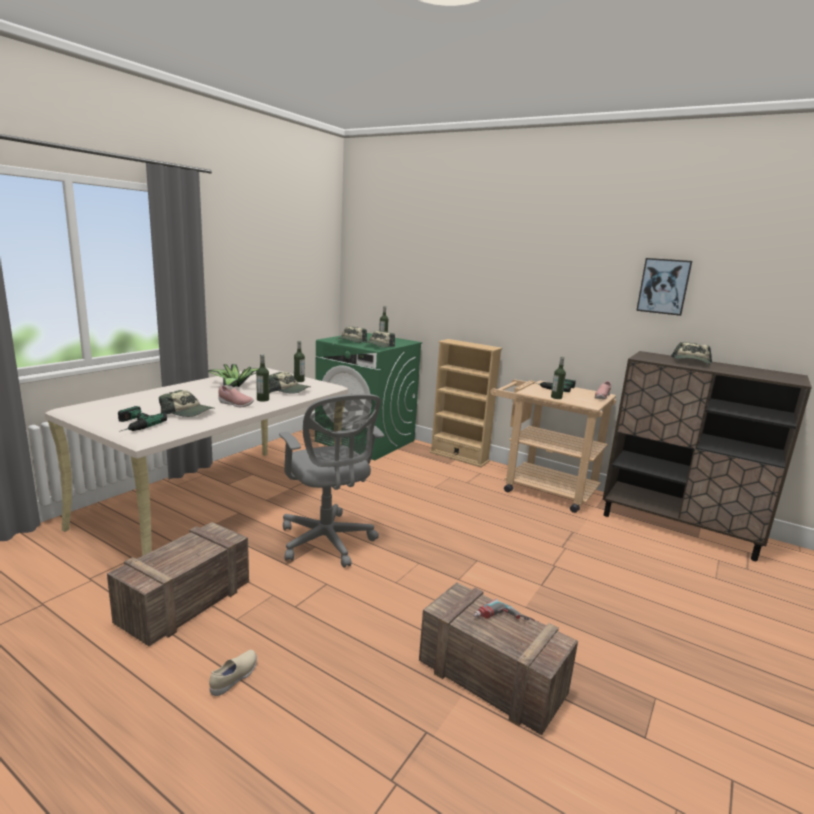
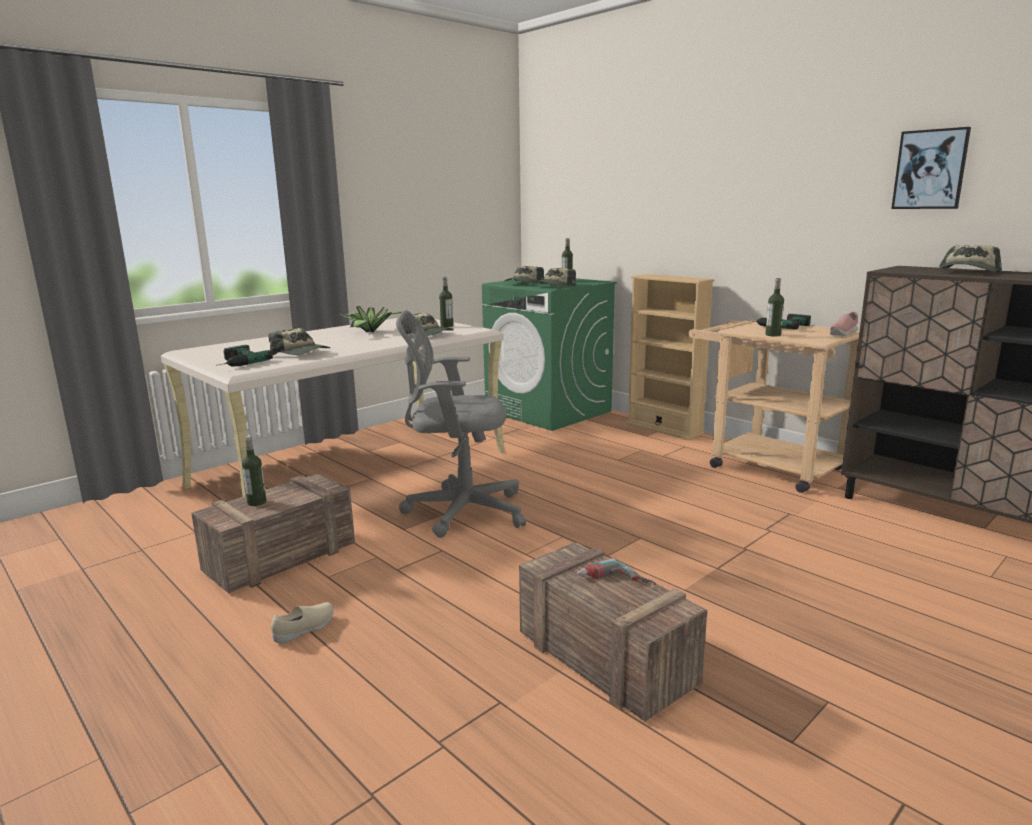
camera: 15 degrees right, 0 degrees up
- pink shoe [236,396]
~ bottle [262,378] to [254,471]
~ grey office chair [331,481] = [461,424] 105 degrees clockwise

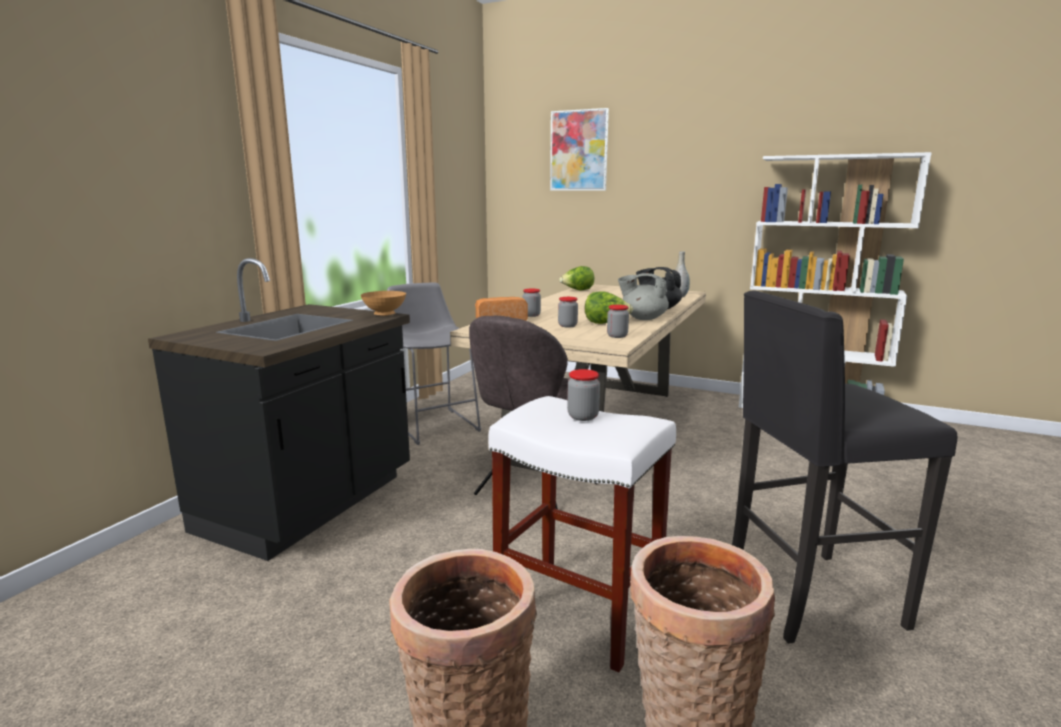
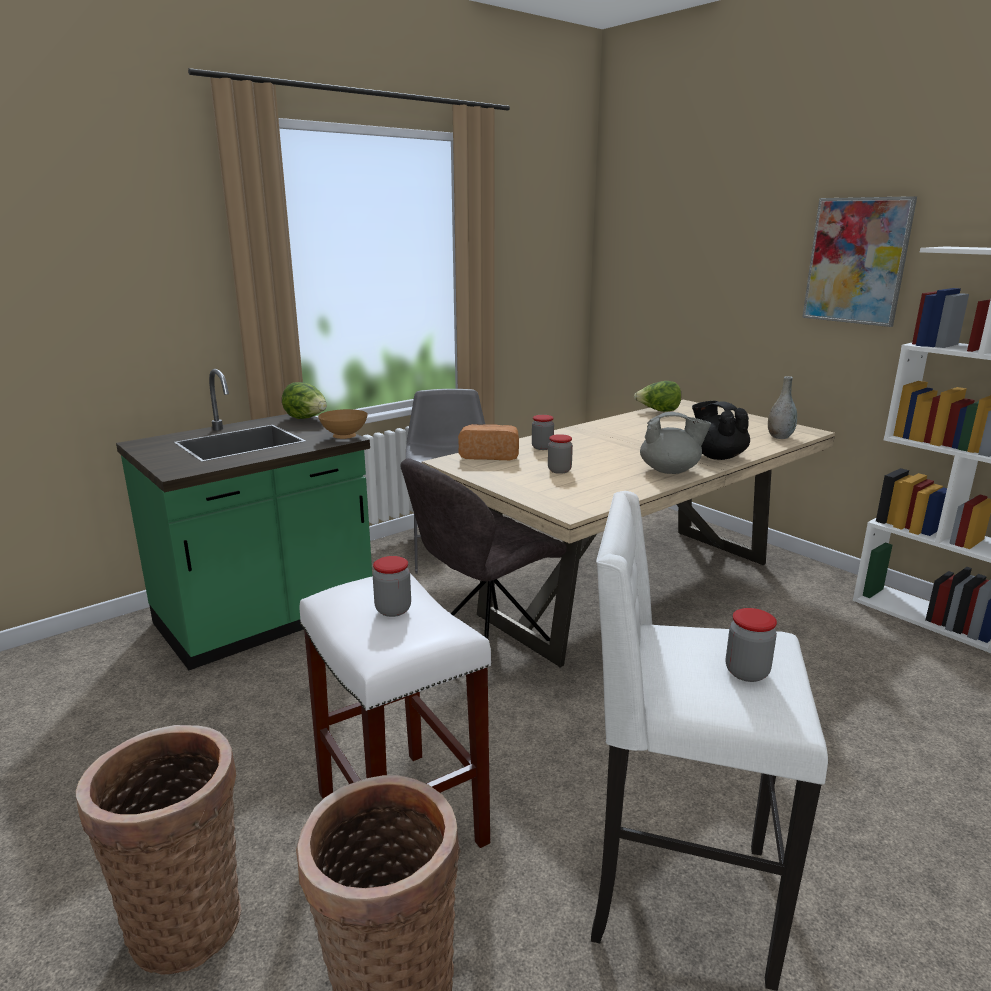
camera: 25 degrees right, 5 degrees up
~ black counter [279,409] to green counter [244,519]
~ picture [579,149] to [859,261]
~ lettuce [609,307] to [304,400]
~ jar [618,321] to [751,645]
~ grey teapot [643,296] = [675,443] 150 degrees clockwise
~ black stool [845,467] to white stool [709,741]

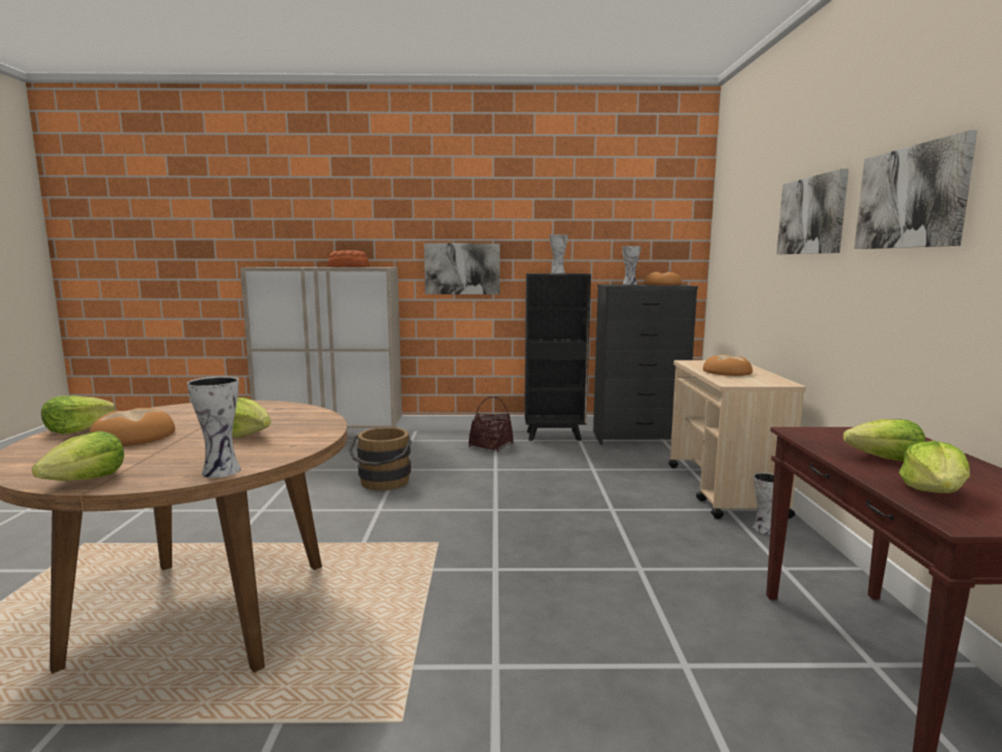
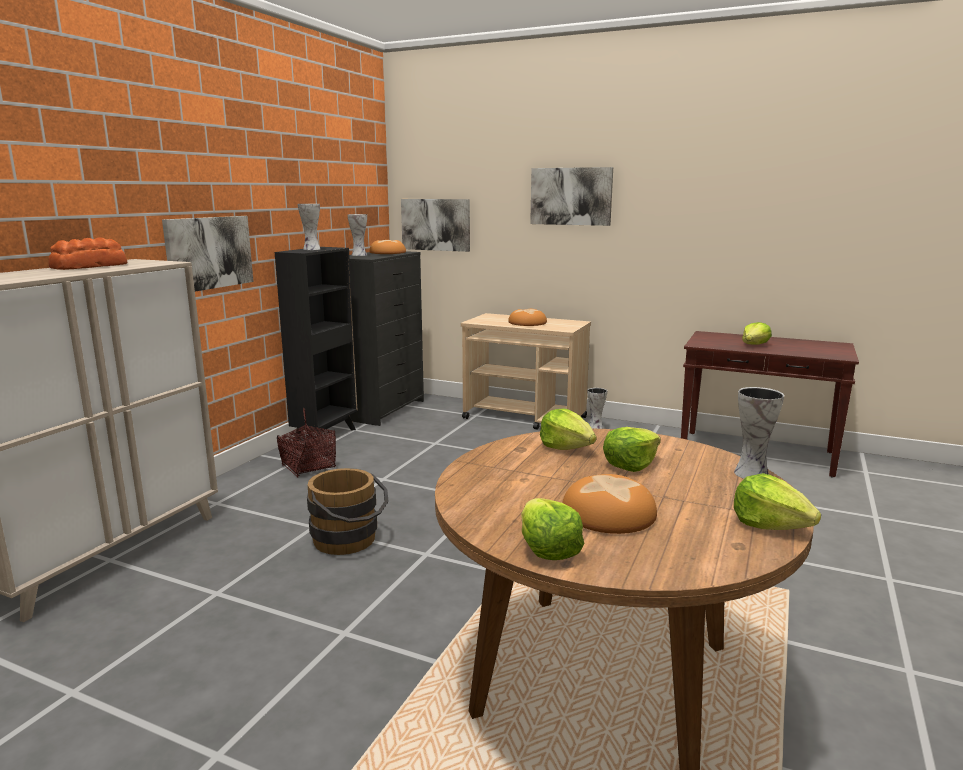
camera: 65 degrees left, 5 degrees up
~ picture [915,189] to [435,225]
~ lettuce [934,467] to [568,429]

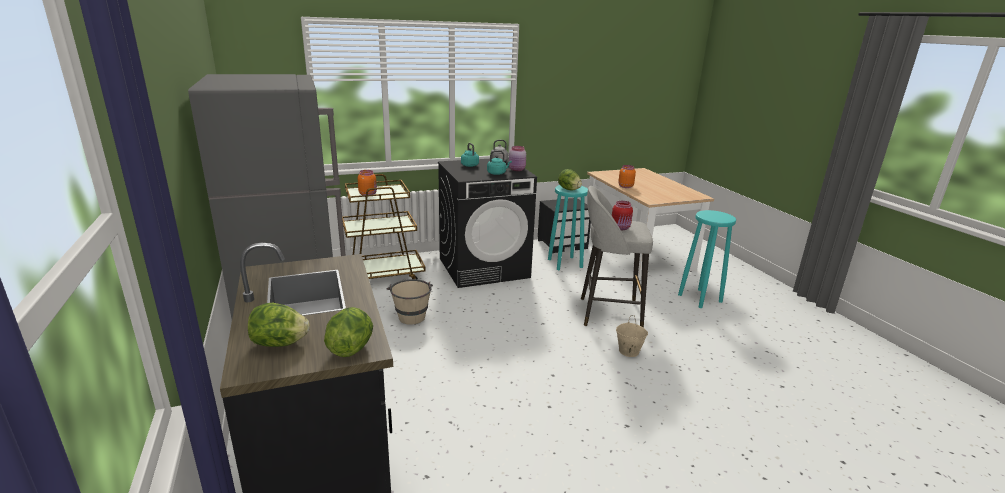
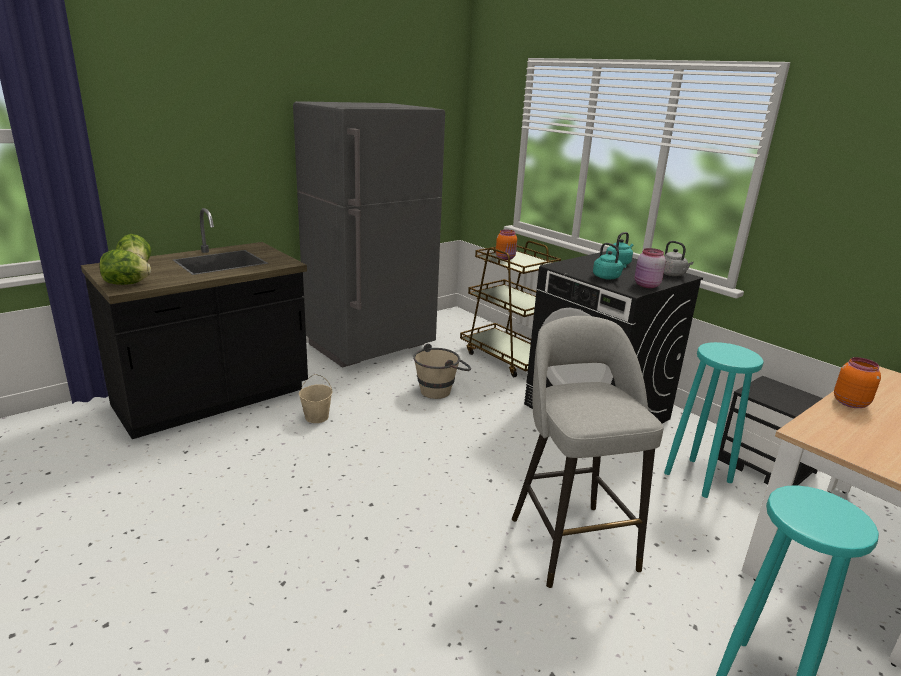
camera: 70 degrees right, 0 degrees up
- lettuce [570,179]
- red jar [622,215]
~ beige bucket [632,336] to [316,398]

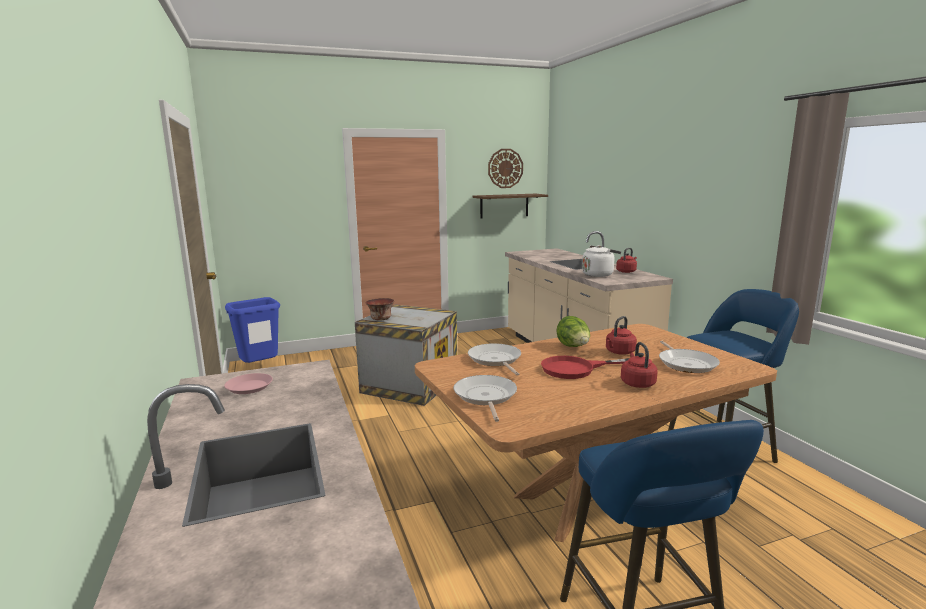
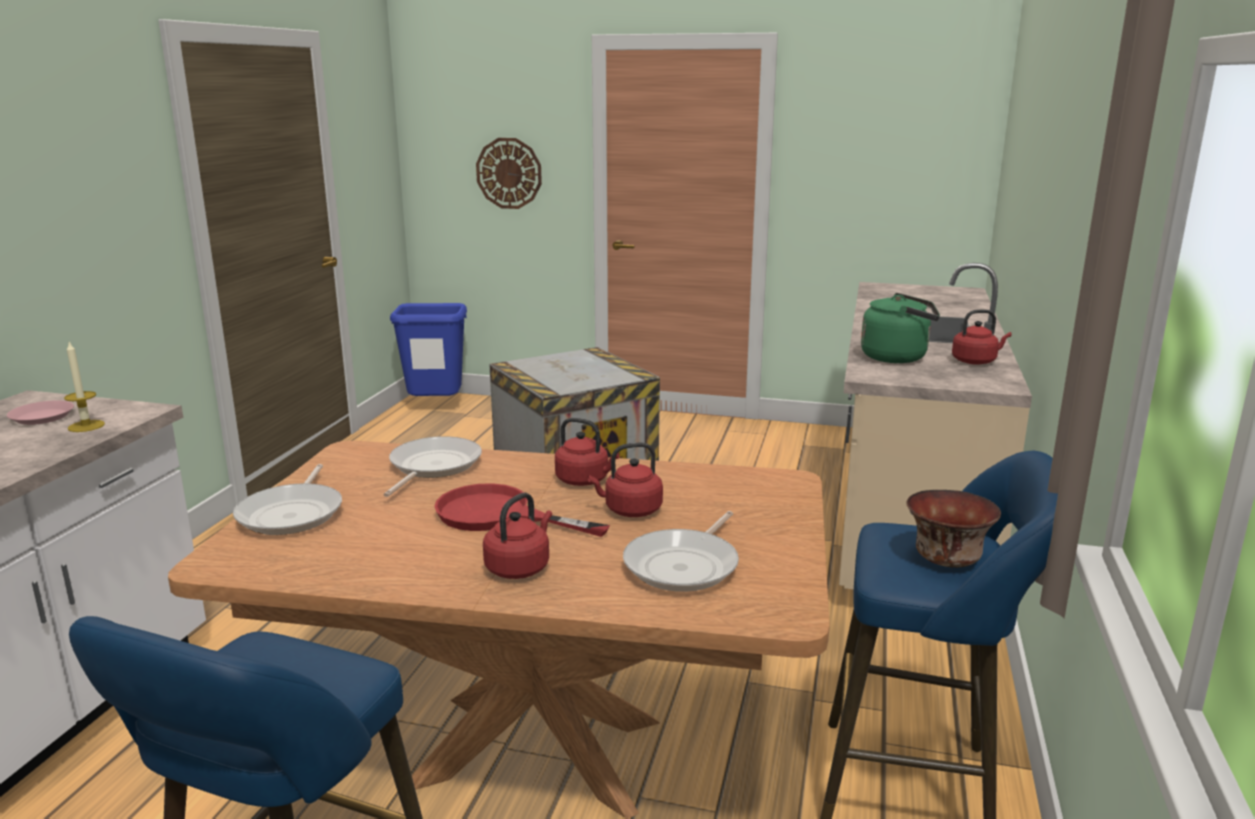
camera: 35 degrees right, 5 degrees up
~ bowl [379,309] to [953,529]
~ frying pan [485,398] = [287,499] 150 degrees clockwise
- shelf [510,206]
~ wall clock [505,168] to [509,173]
~ lettuce [573,331] to red kettle [587,452]
~ white kettle [601,261] to green kettle [900,328]
+ candle [84,387]

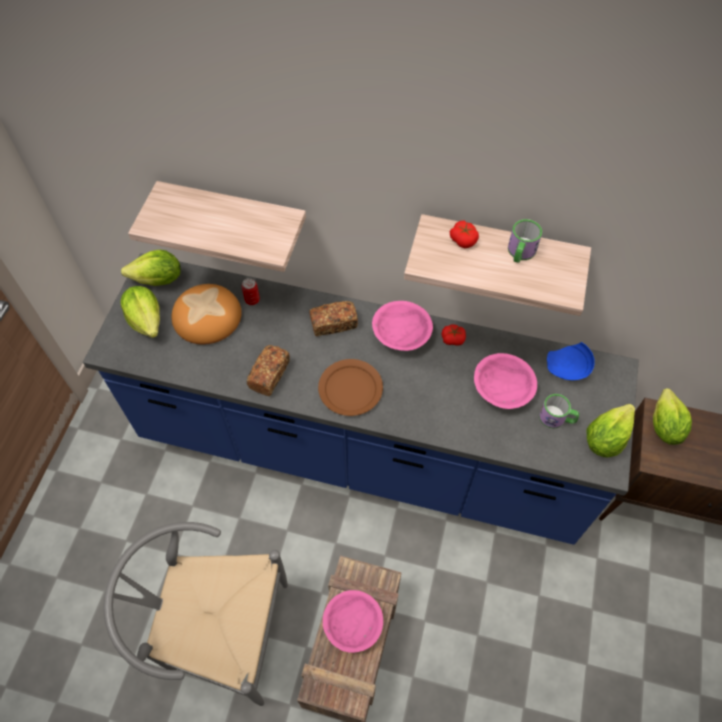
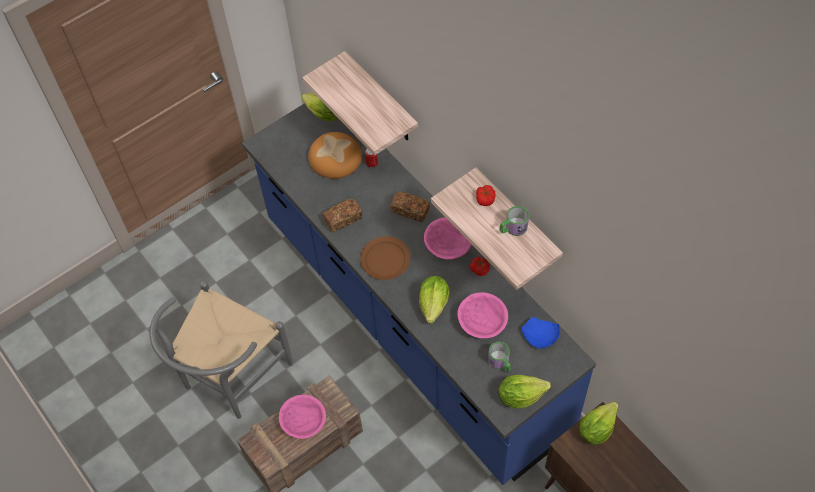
camera: 40 degrees right, 0 degrees up
~ grey chair [196,614] = [221,350] 105 degrees counterclockwise
~ lettuce [140,312] to [434,300]

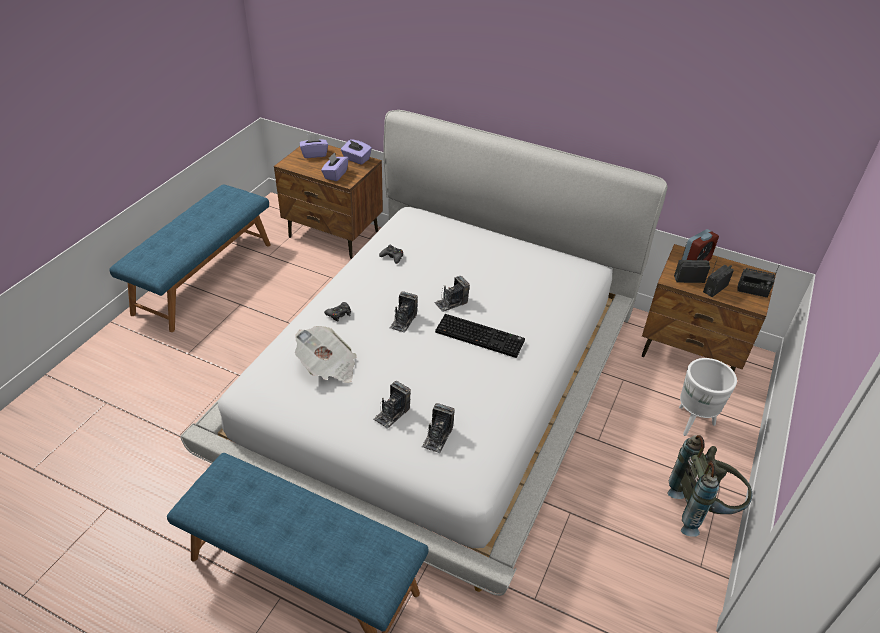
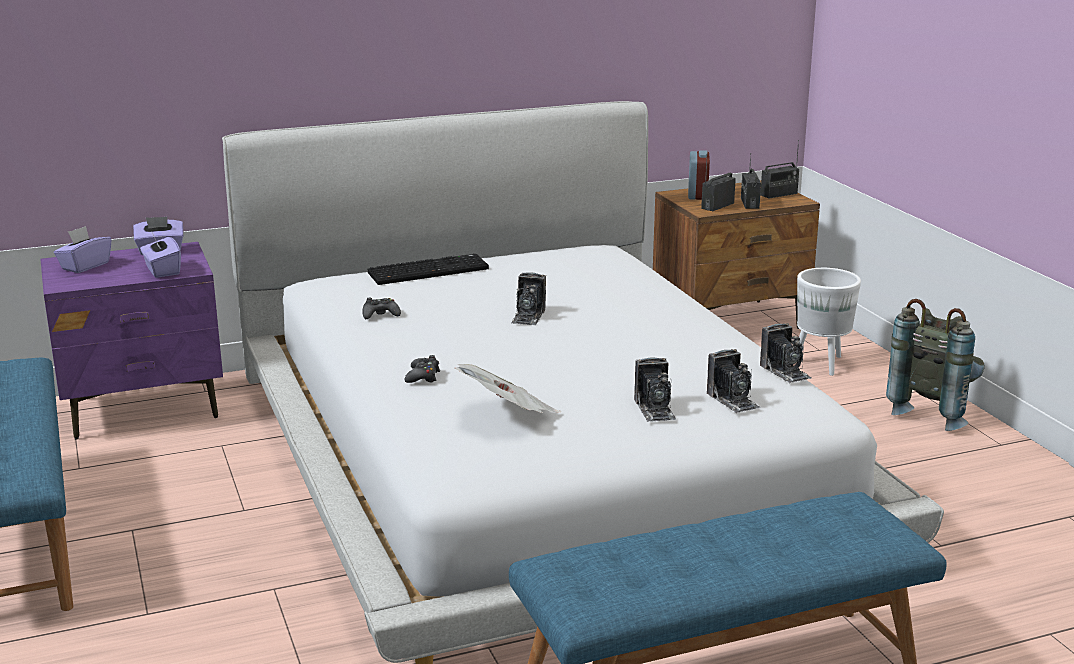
camera: 45 degrees left, 20 degrees down
~ brown nightstand [328,202] to purple nightstand [131,340]
~ photo camera [404,312] to [785,353]
~ keyboard [480,336] to [428,269]

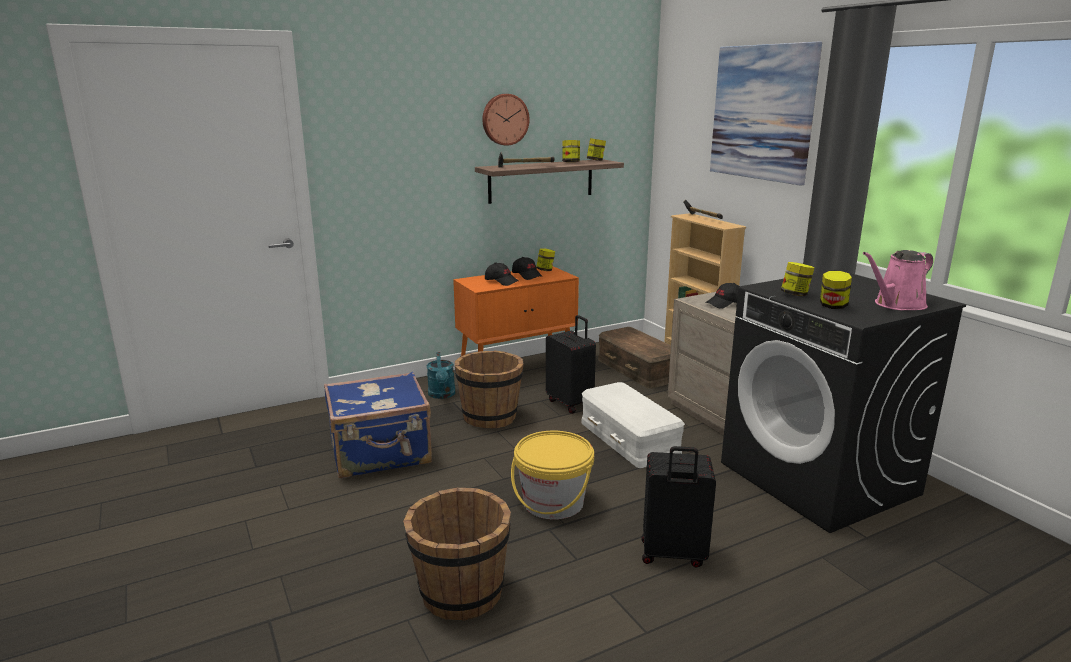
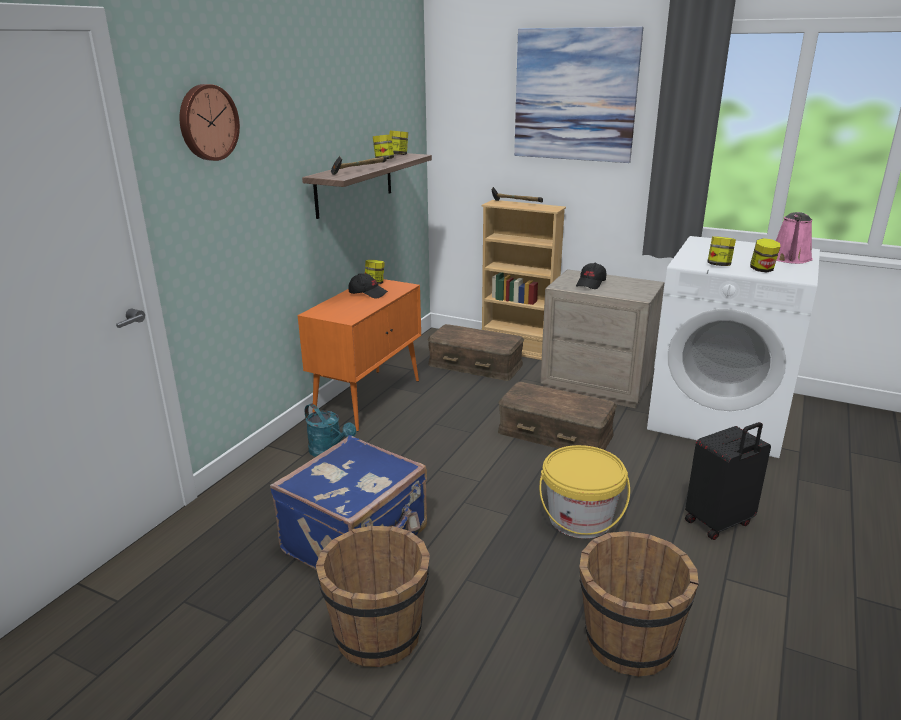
camera: 35 degrees left, 5 degrees up
~ brown bucket [489,389] to [373,596]
~ wall clock [506,120] to [210,122]
- black cap [501,274]
- black suitcase [571,364]
~ white storage box [633,425] to brown storage box [557,416]
~ black washing machine [844,401] to white washing machine [733,347]

